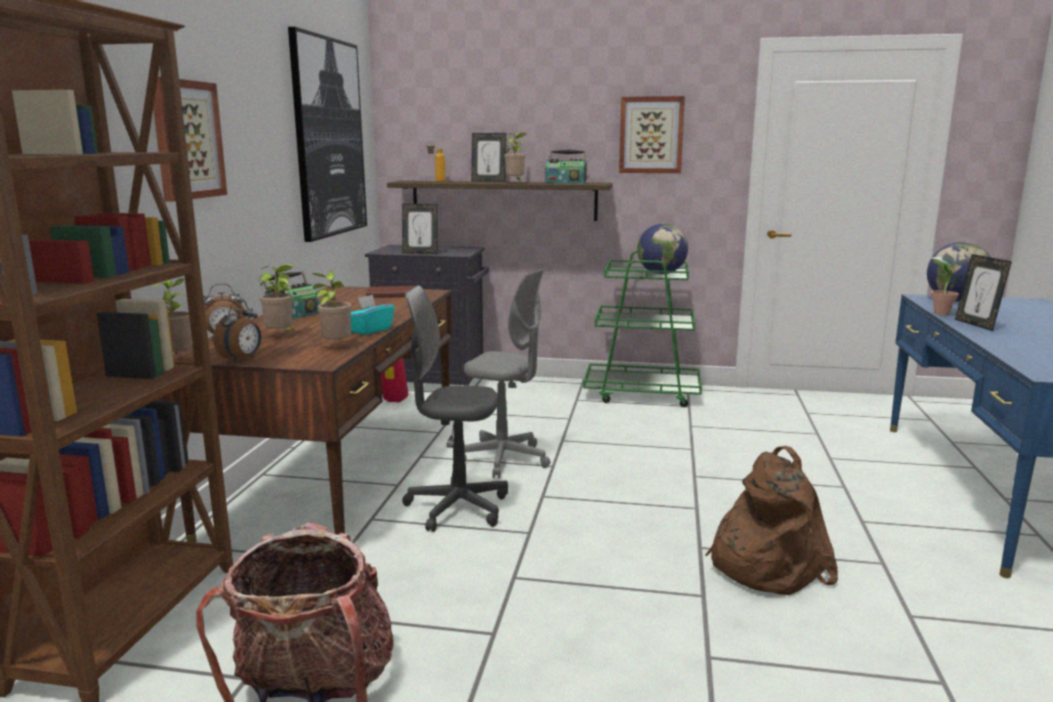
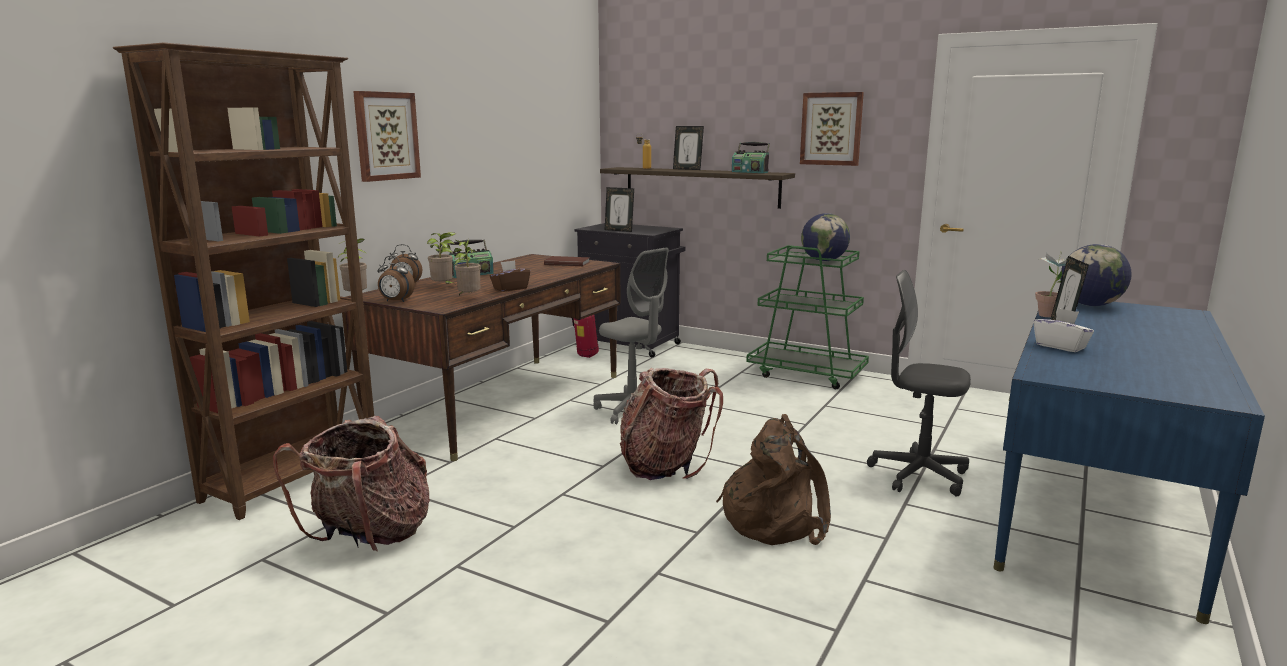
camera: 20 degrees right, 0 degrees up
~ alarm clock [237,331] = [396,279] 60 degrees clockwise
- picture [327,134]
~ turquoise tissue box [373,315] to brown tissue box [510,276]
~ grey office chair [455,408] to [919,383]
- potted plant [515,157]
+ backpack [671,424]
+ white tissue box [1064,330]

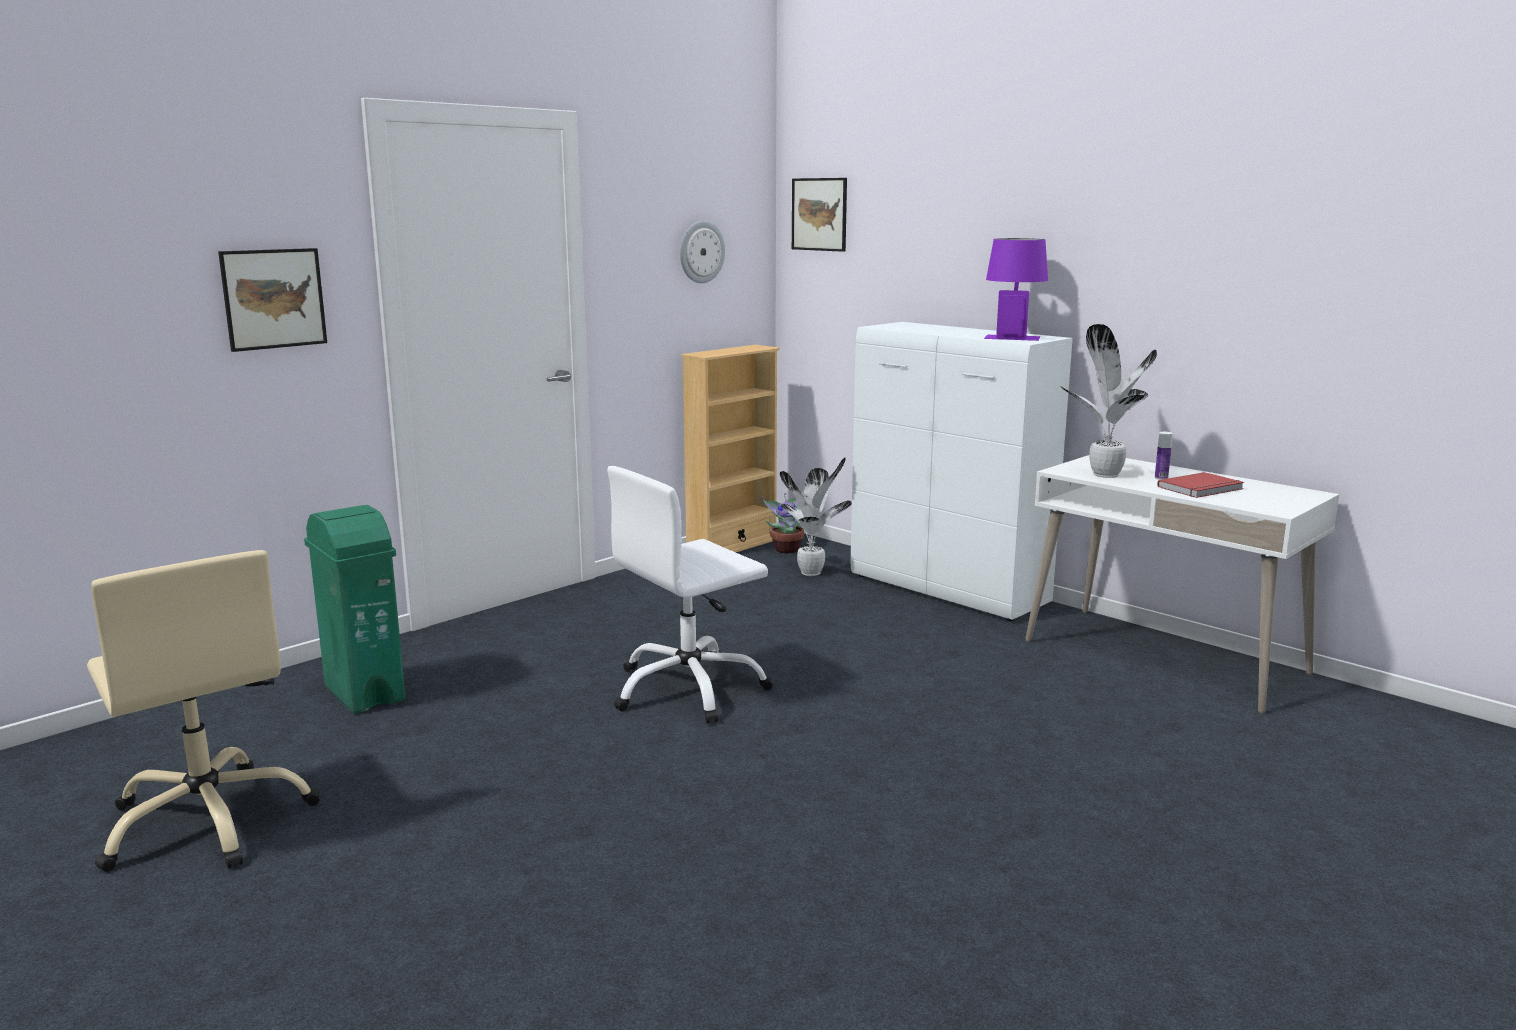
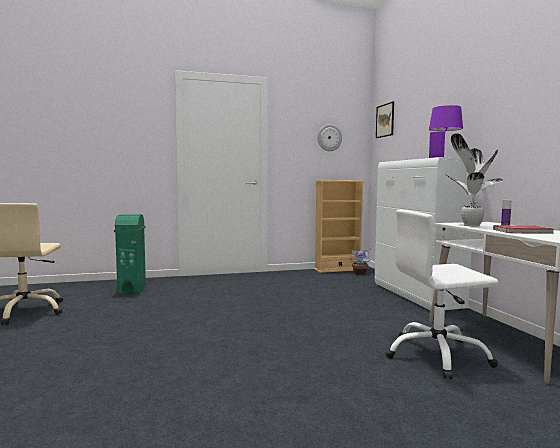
camera: 30 degrees right, 10 degrees down
- picture [272,300]
~ white office chair [690,595] to [442,294]
- potted plant [816,517]

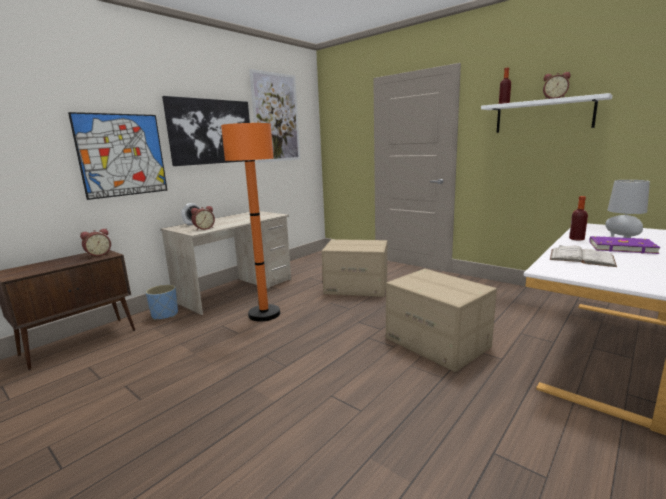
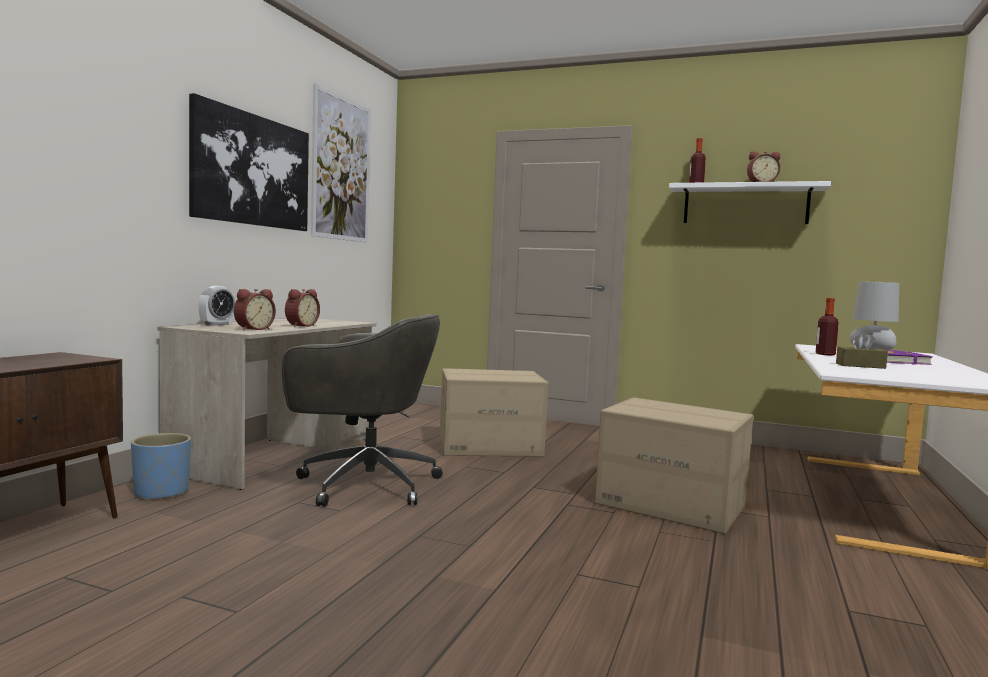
camera: 20 degrees left, 10 degrees down
- picture [118,156]
~ alarm clock [95,242] to [302,308]
~ orange floor lamp [250,222] to grey office chair [362,410]
~ white book [583,256] to brown tissue box [862,350]

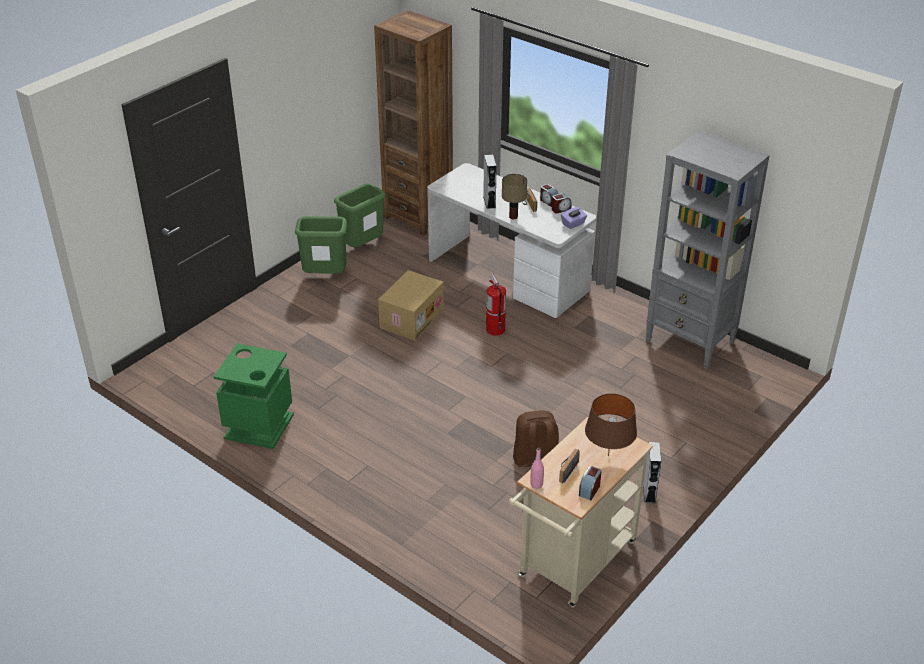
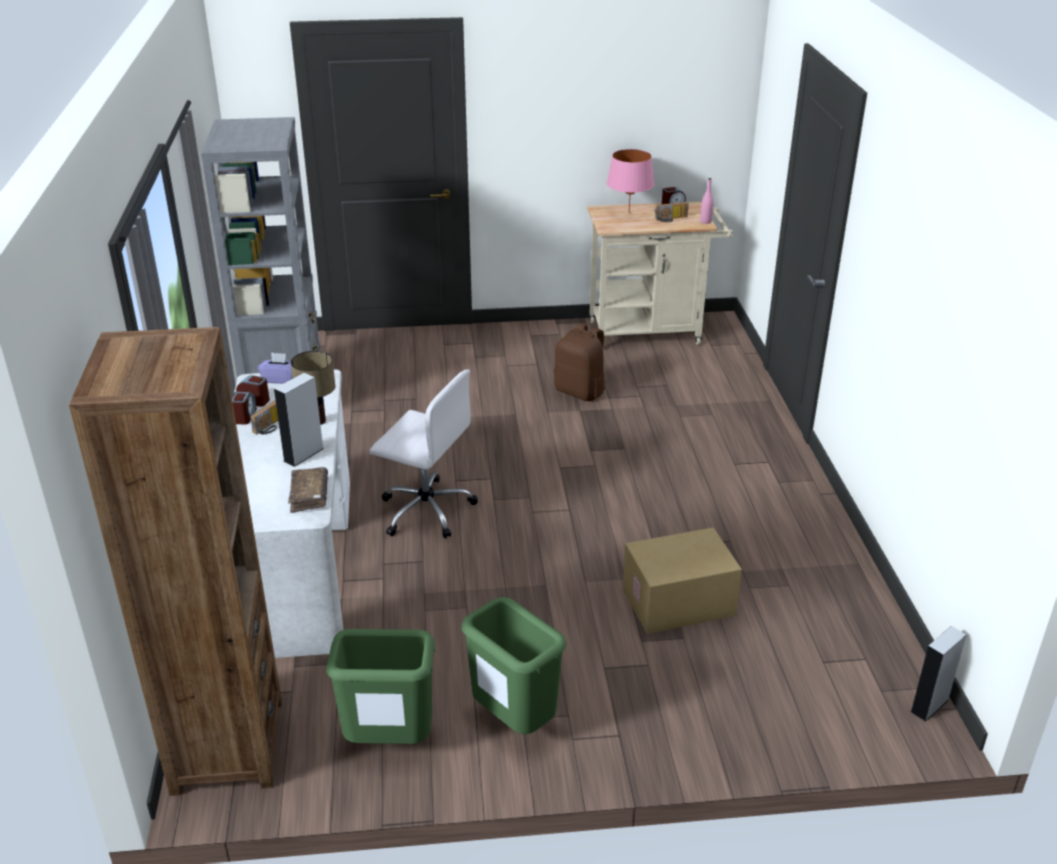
camera: 135 degrees left, 5 degrees down
- green trash can [254,396]
~ cardboard box [411,305] to [682,580]
~ fire extinguisher [496,305] to white office chair [424,454]
~ brown table lamp [611,424] to pink table lamp [630,180]
~ grey speaker [652,472] to [939,674]
+ brown book [308,490]

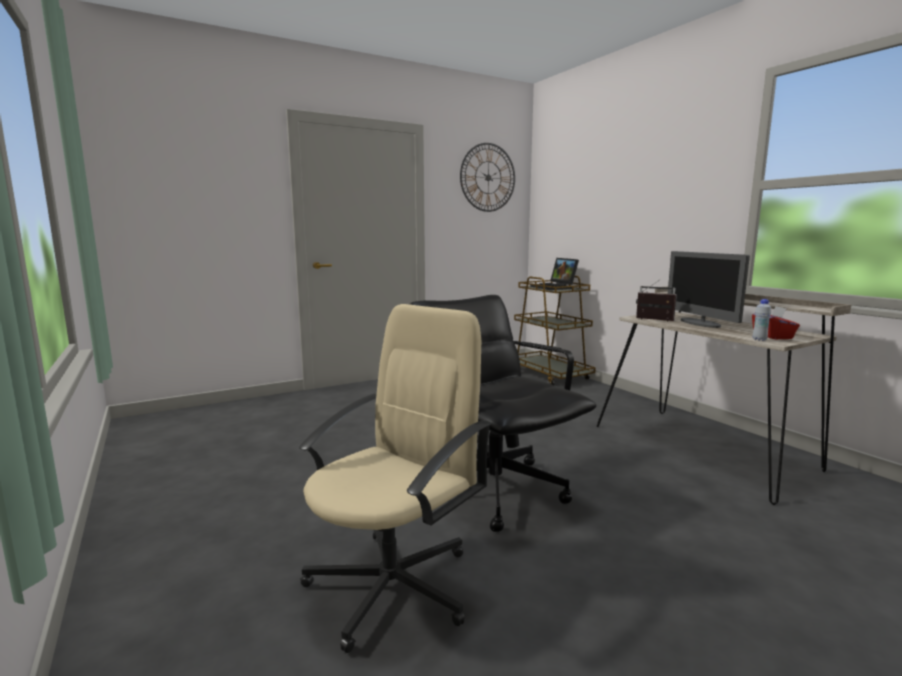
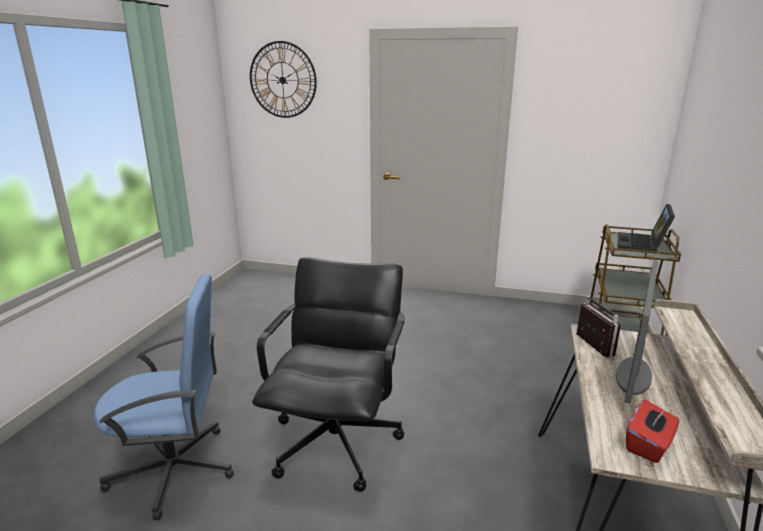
camera: 45 degrees right, 10 degrees up
~ beige office chair [395,478] to blue office chair [164,397]
~ wall clock [487,177] to [283,79]
- white bottle [762,320]

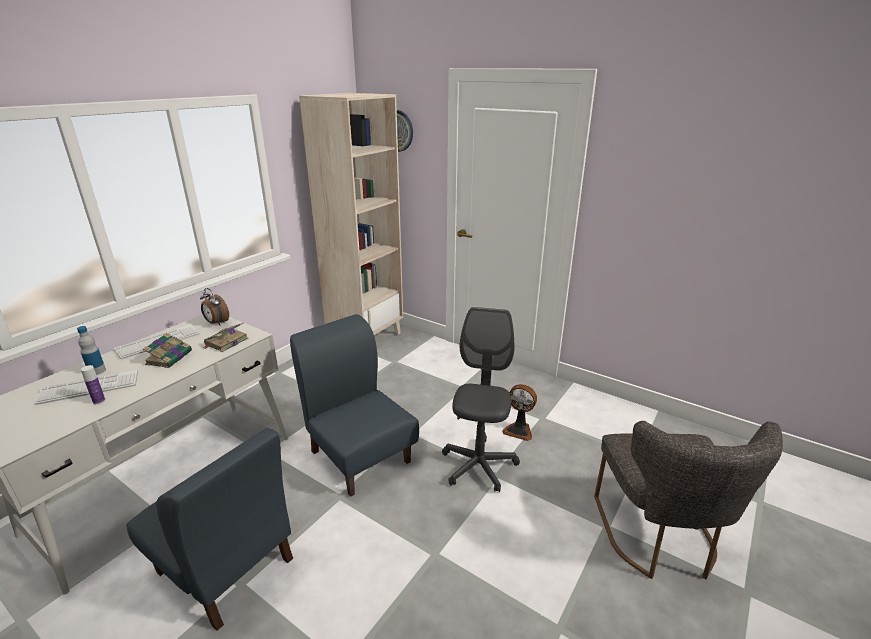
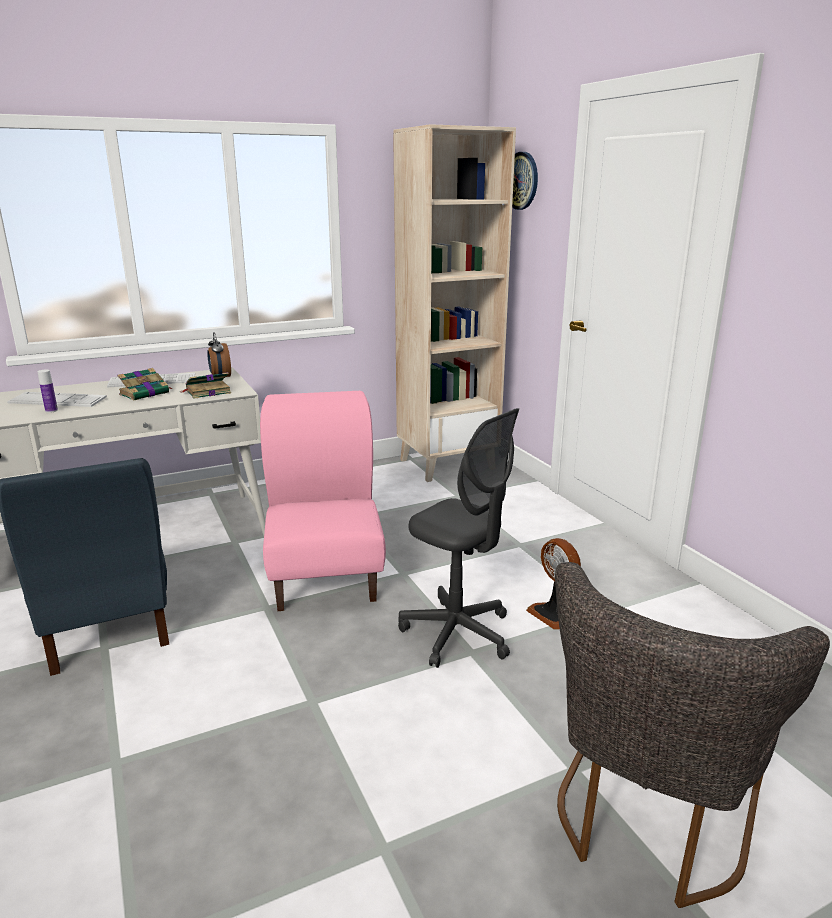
camera: 30 degrees right, 5 degrees down
- bottle [91,350]
~ blue chair [354,405] to pink chair [323,501]
~ grey office chair [481,399] = [458,538] 90 degrees clockwise

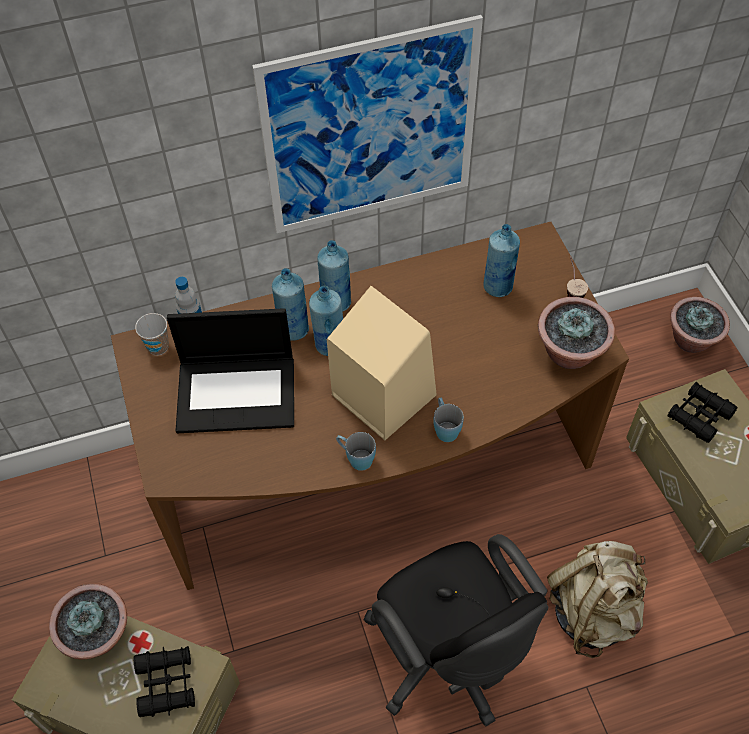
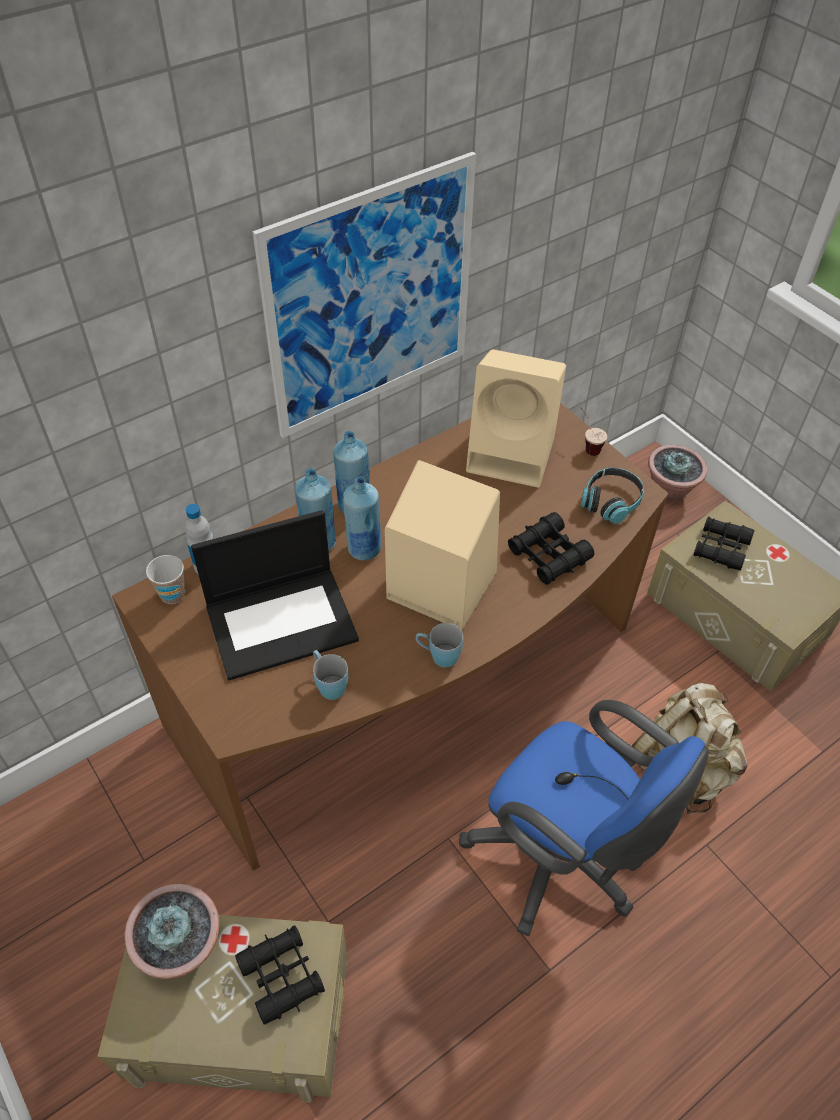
camera: 20 degrees left, 5 degrees down
~ black office chair [455,630] to blue office chair [584,818]
~ blue mug [449,420] to [330,675]
~ blue bottle [501,260] to beige speaker [516,418]
~ potted plant [576,333] to headphones [612,496]
+ black binoculars [551,548]

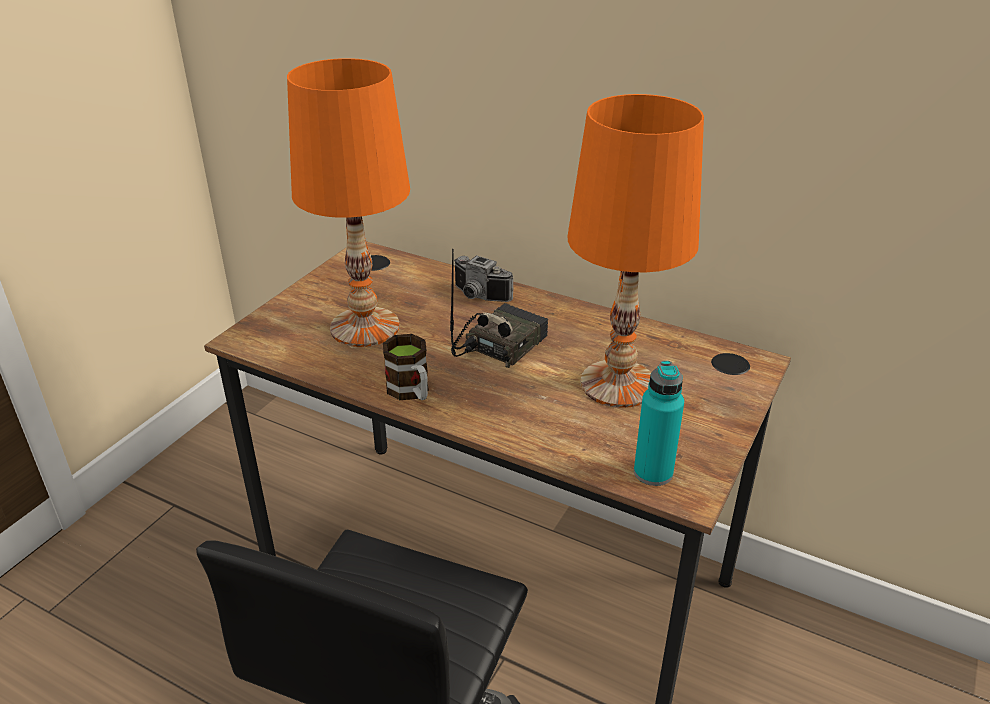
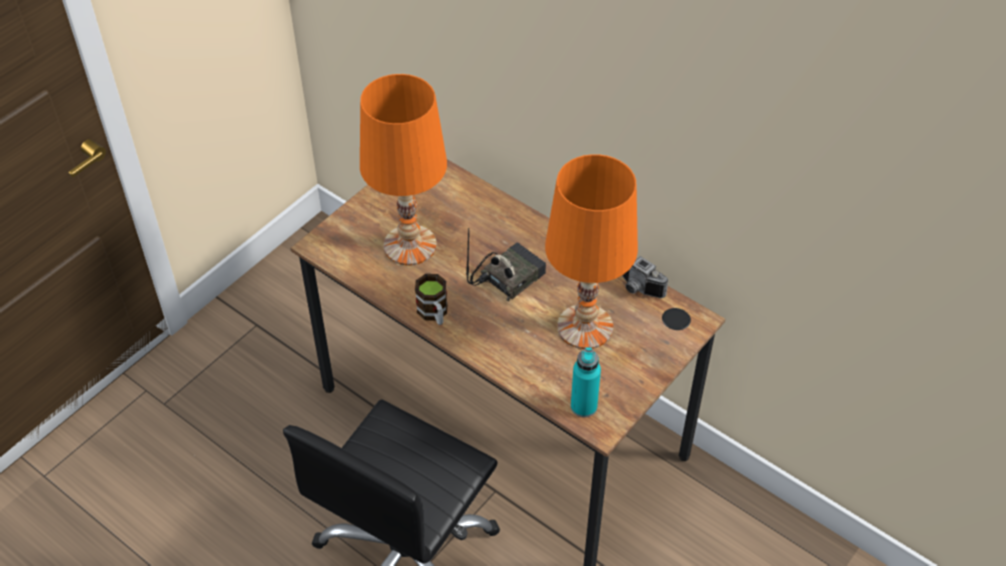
camera: 10 degrees right, 15 degrees up
~ photo camera [484,278] to [645,277]

